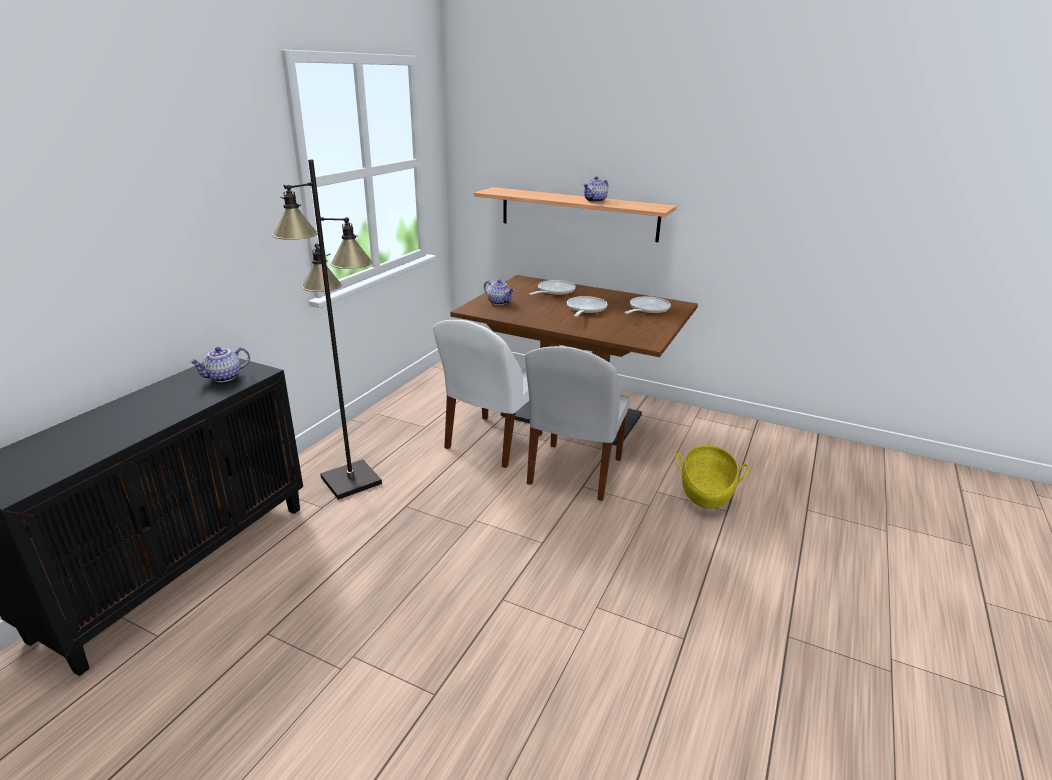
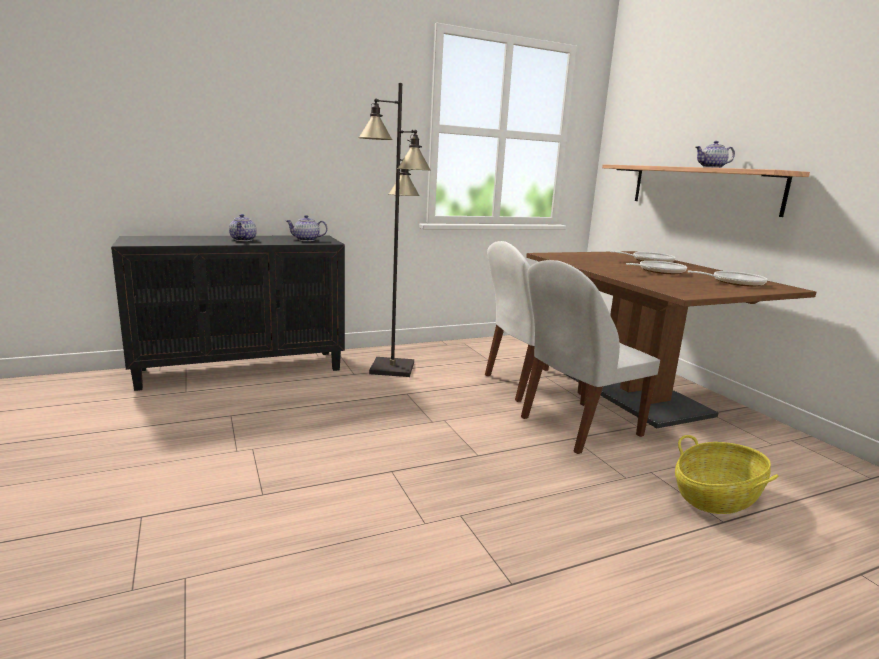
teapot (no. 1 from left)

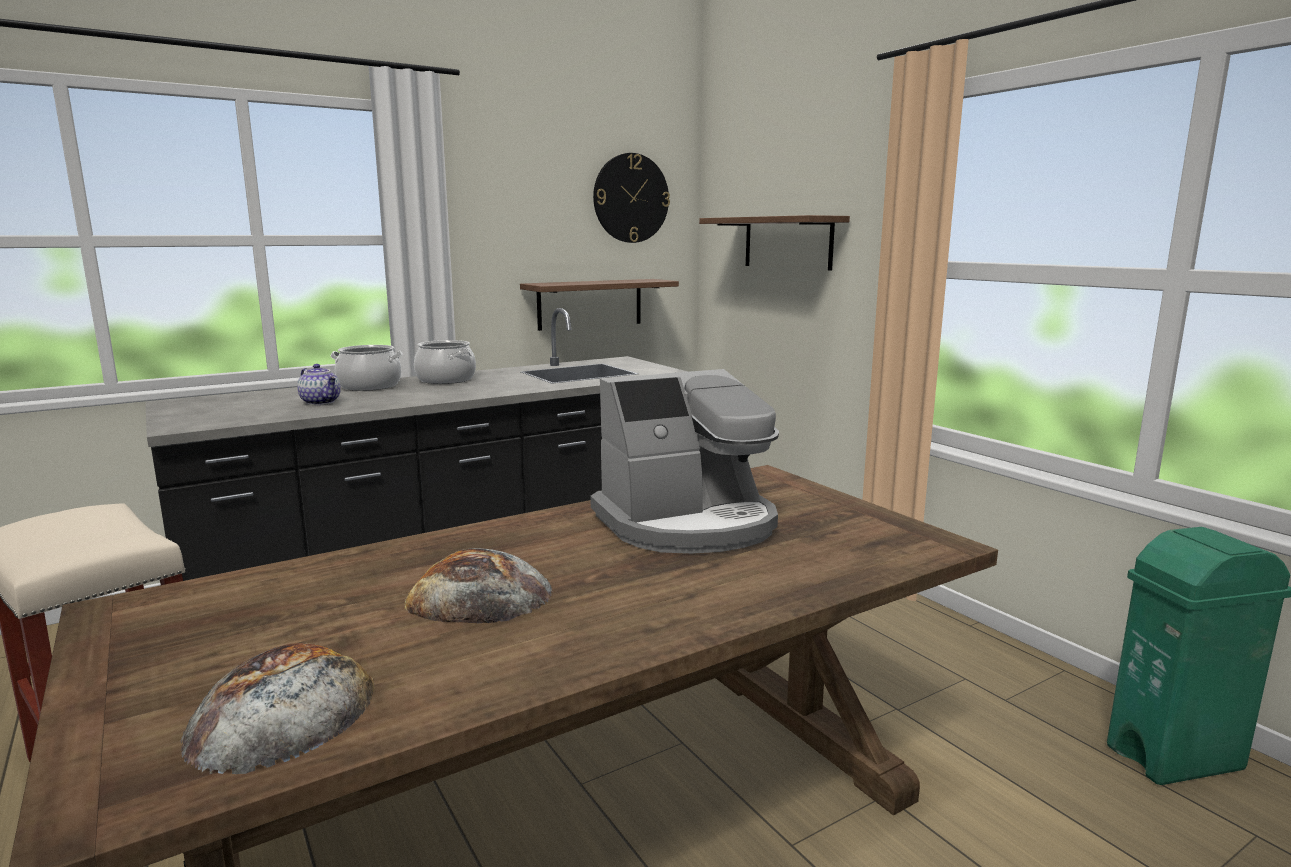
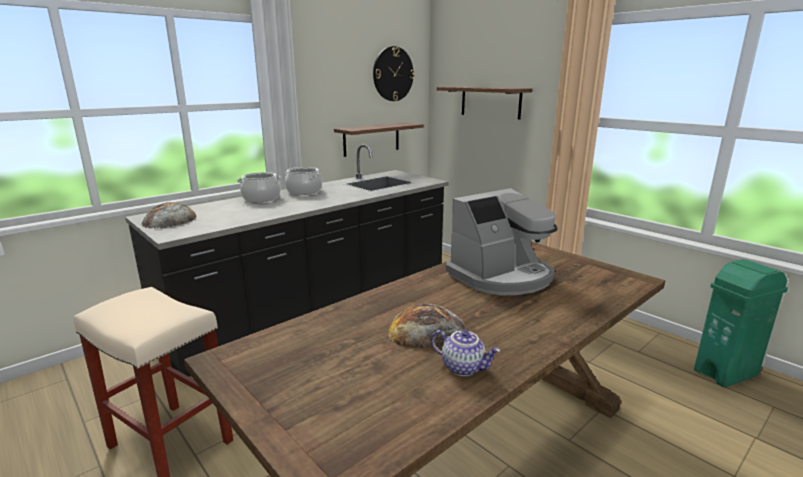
bread (no. 1 from left); teapot

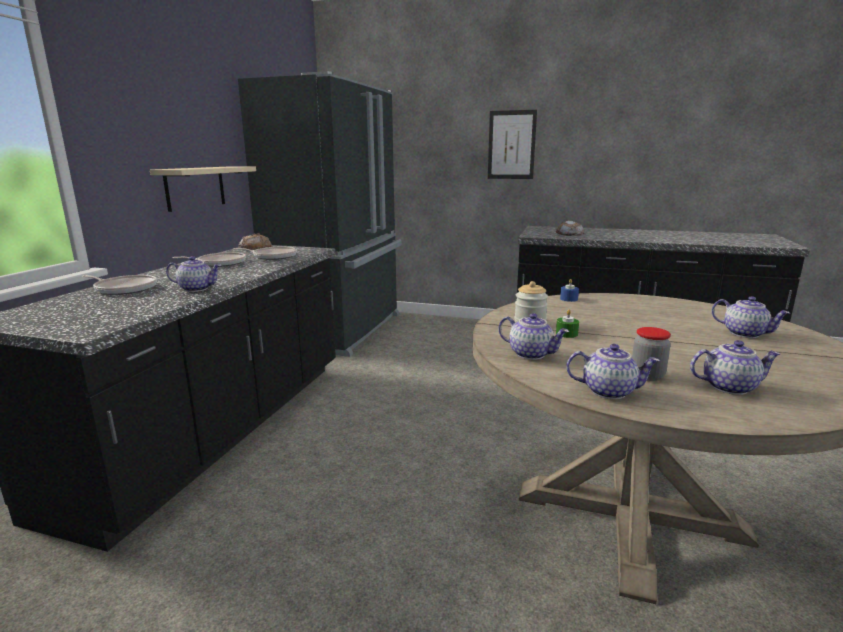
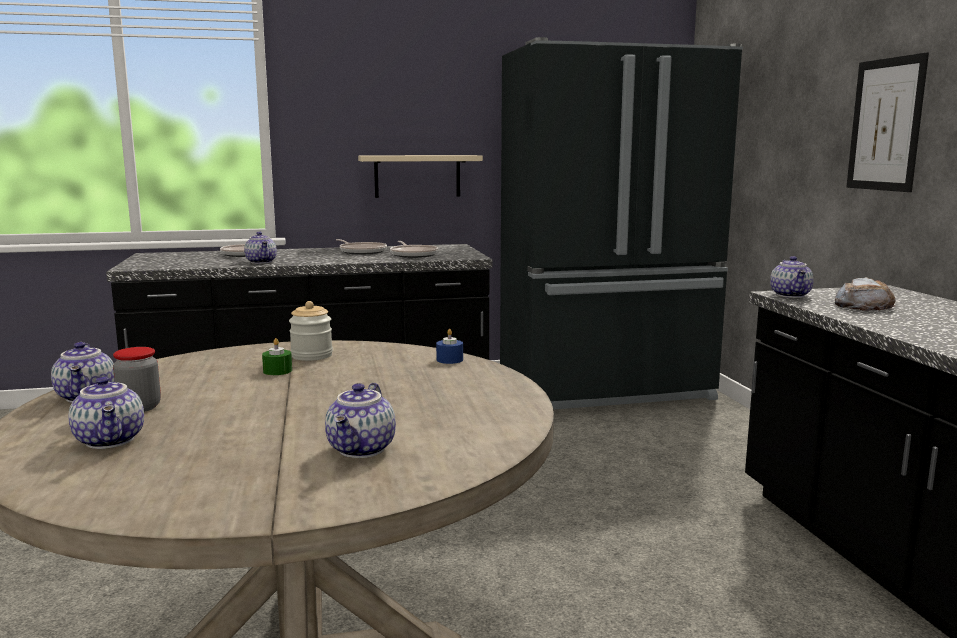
bread (no. 1 from left in the first image); teapot (no. 5 from left)

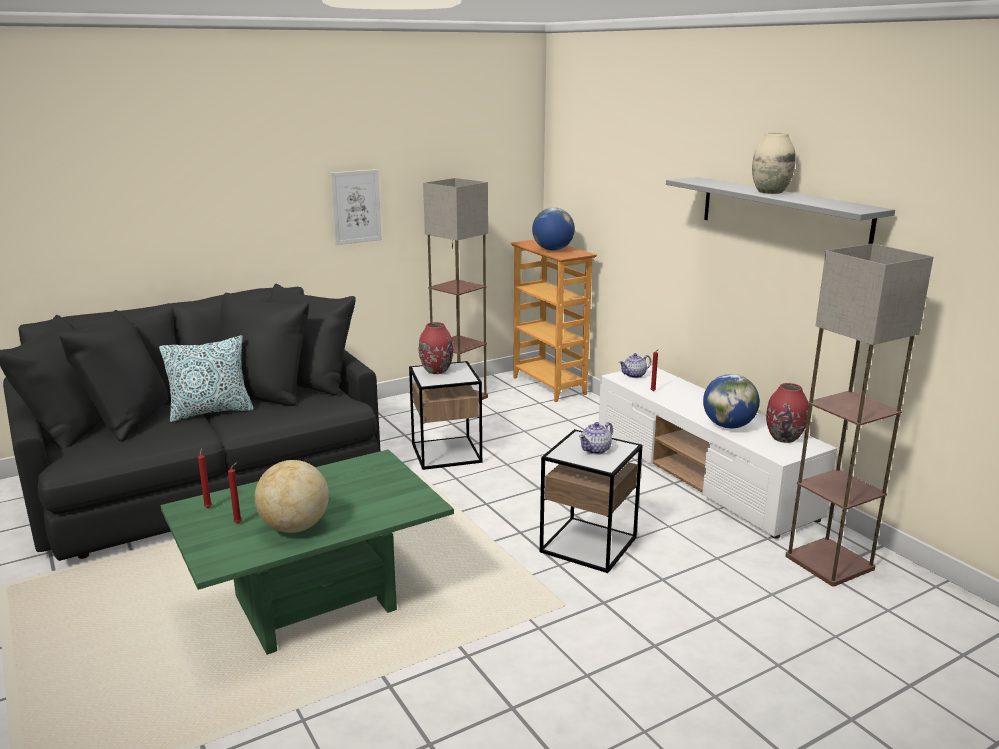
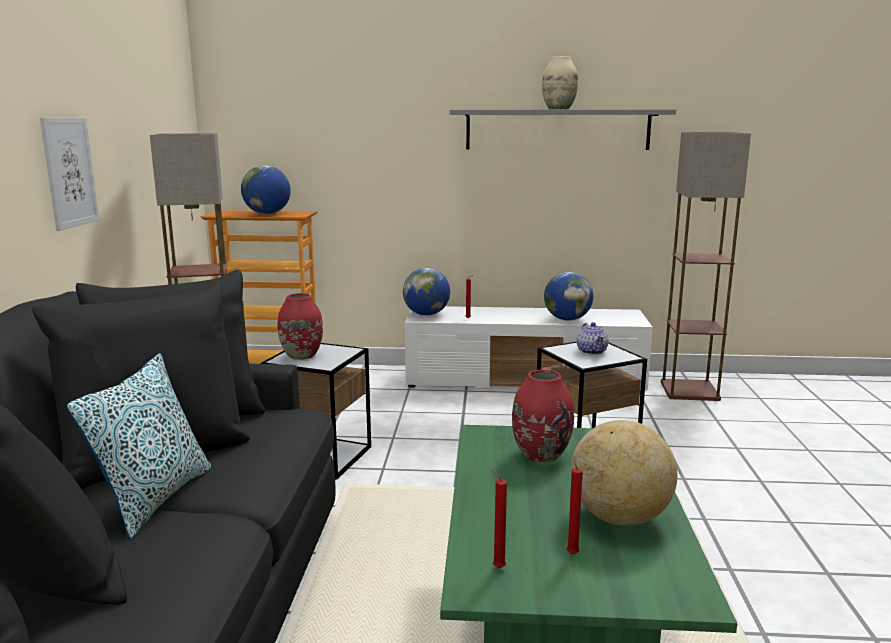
red vase (no. 2 from left); globe (no. 2 from left)

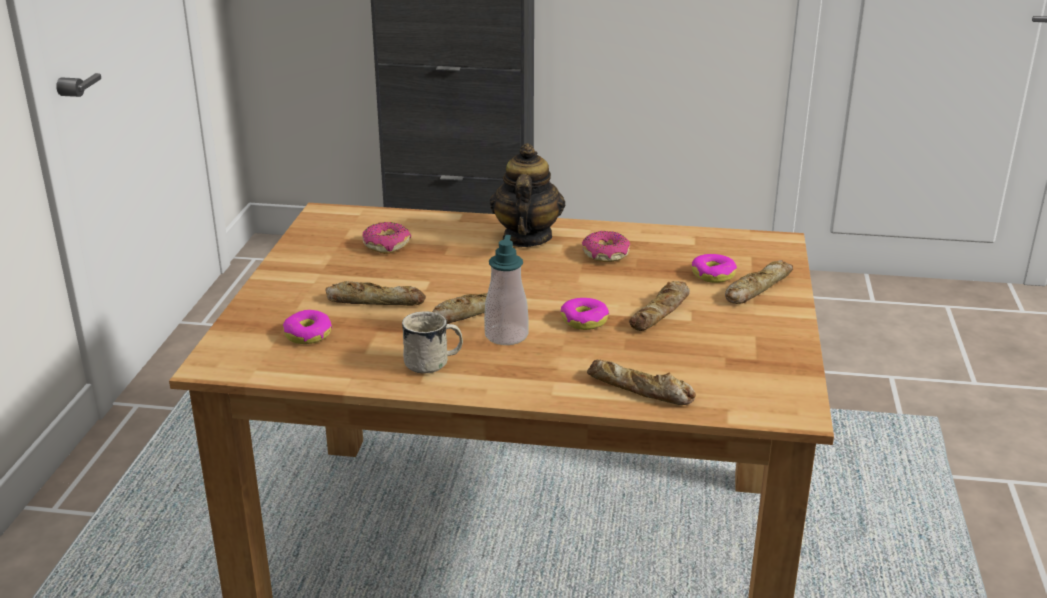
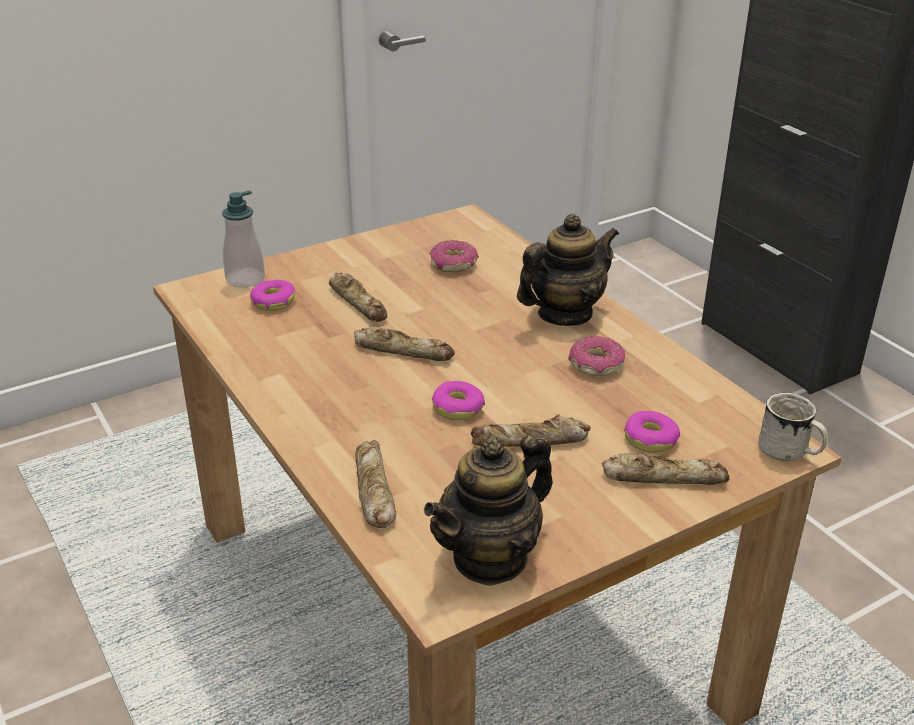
teapot (no. 1 from left); white mug; soap dispenser

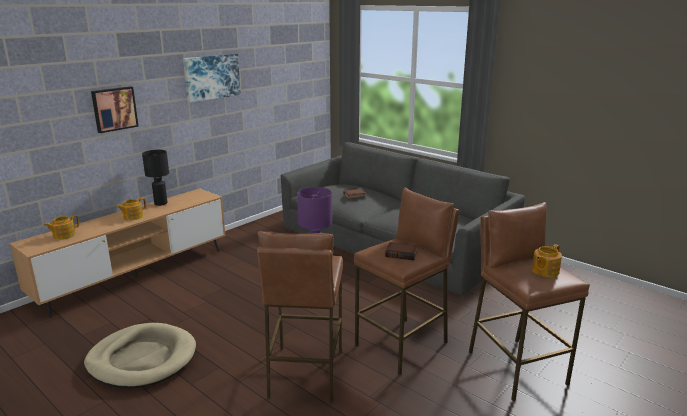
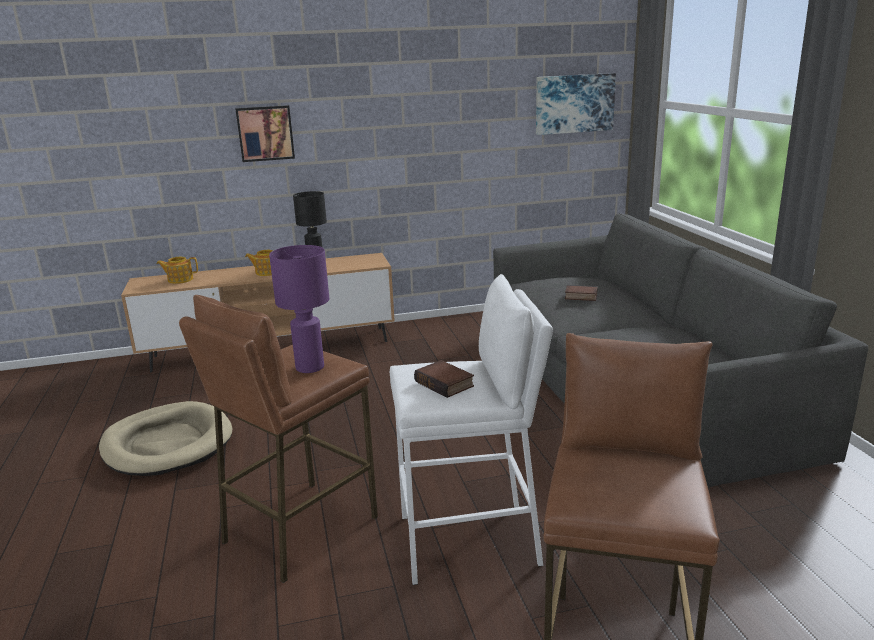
teapot (no. 3 from left in the first image); picture (no. 2 from left); white stool

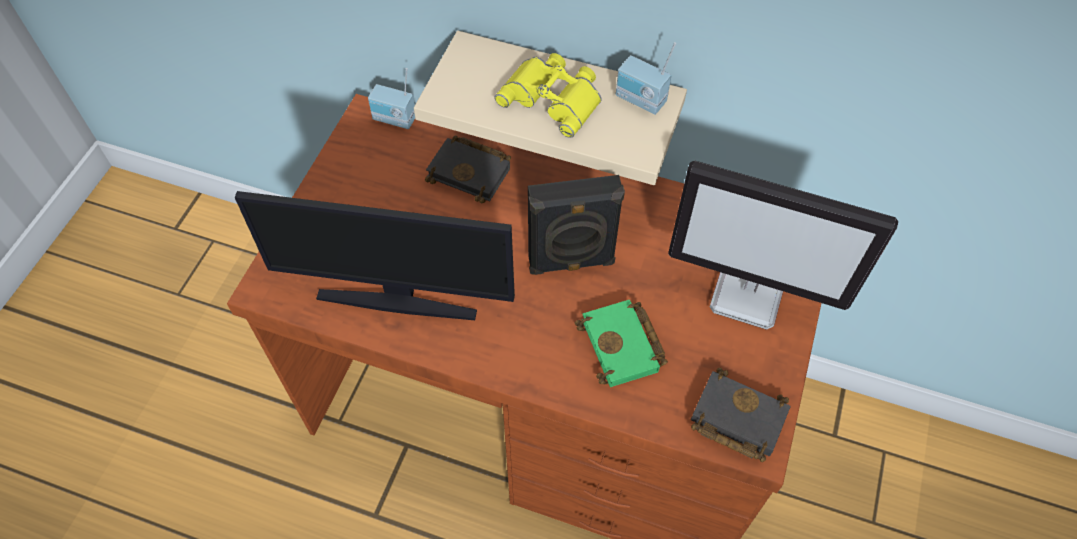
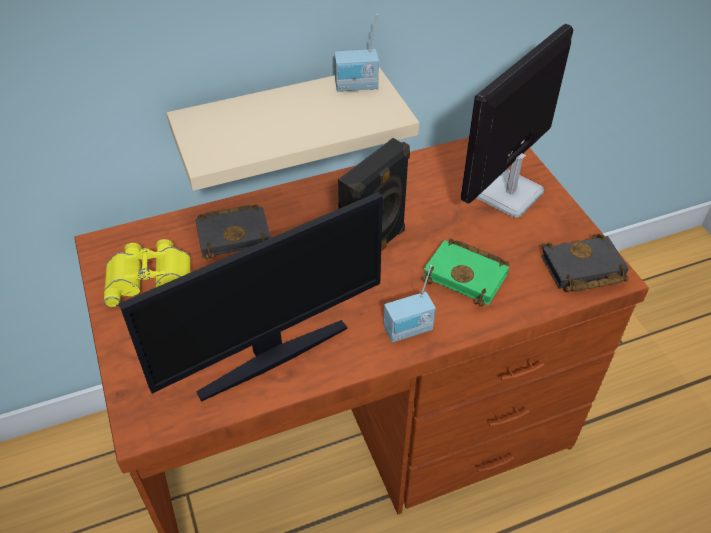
radio (no. 2 from left); yellow binoculars; monitor (no. 2 from left)

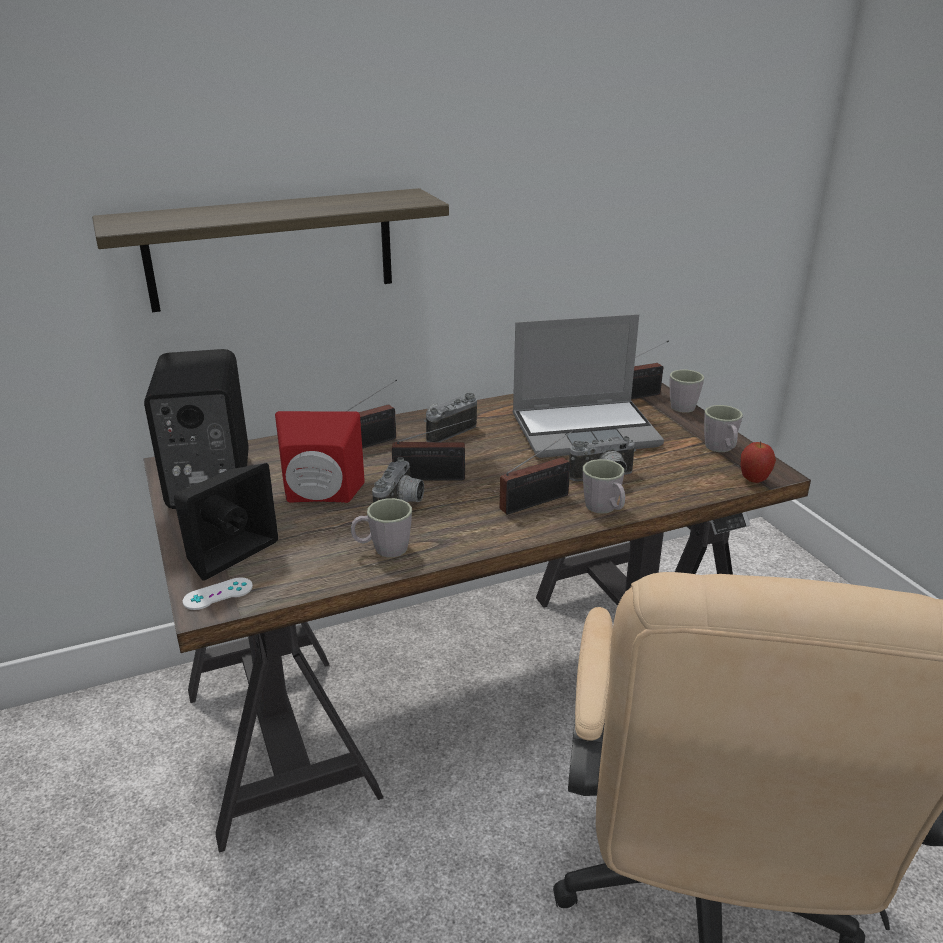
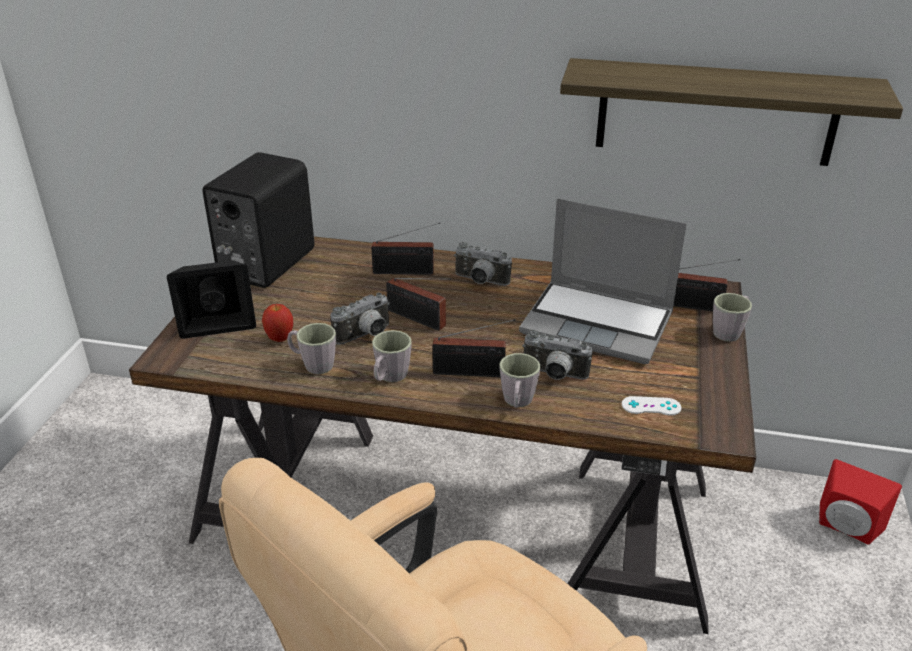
shelf; white game controller; red speaker; grey mug (no. 2 from left); apple; photo camera (no. 2 from left)

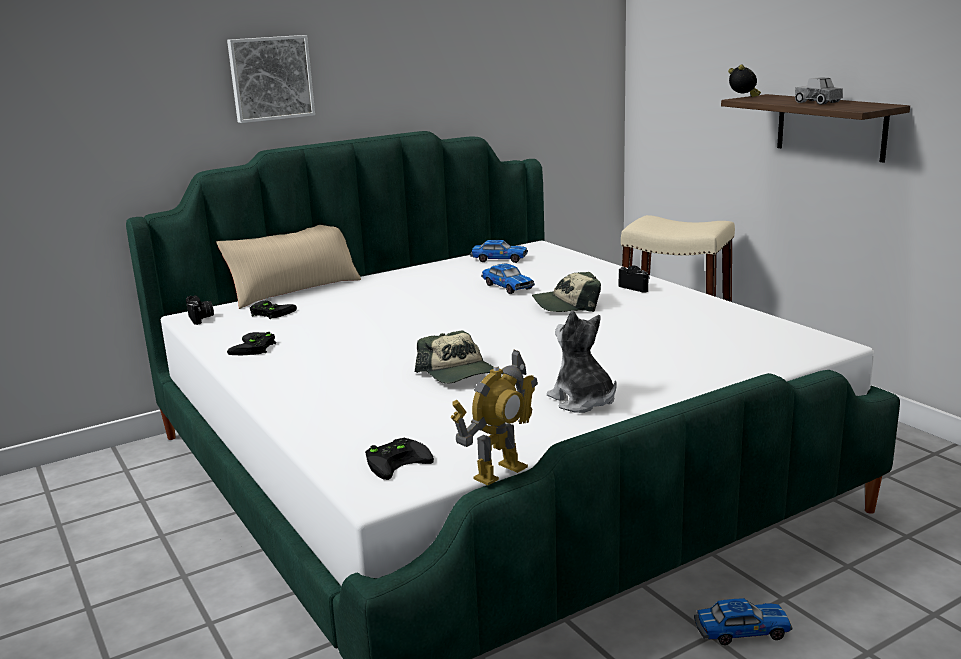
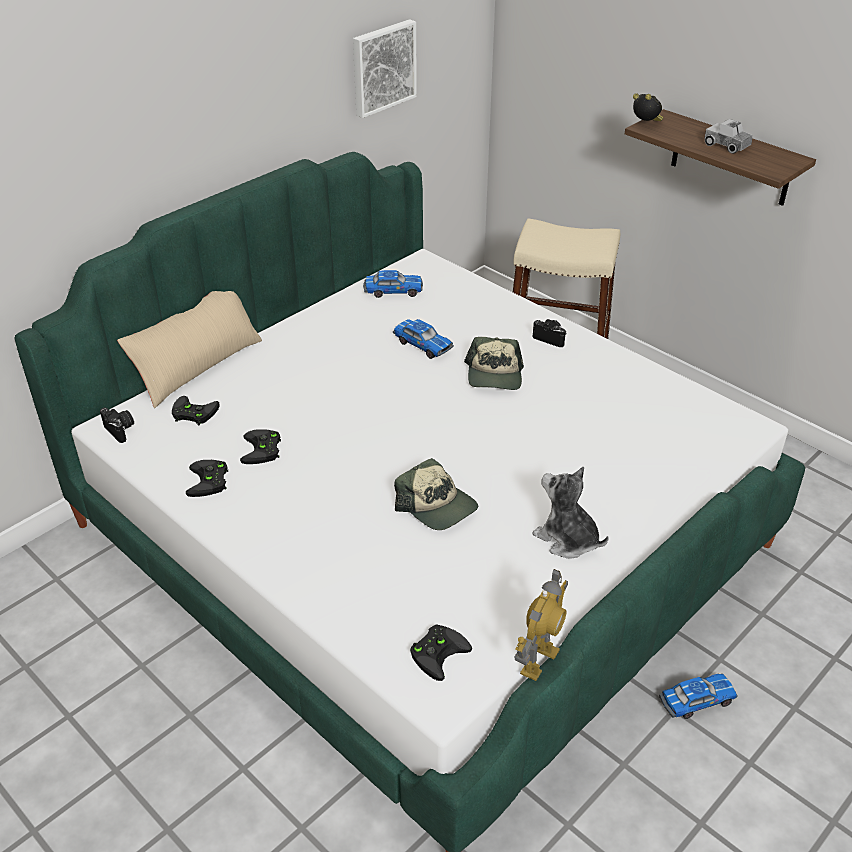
black game controller (no. 3 from left); picture; cap (no. 2 from left)

